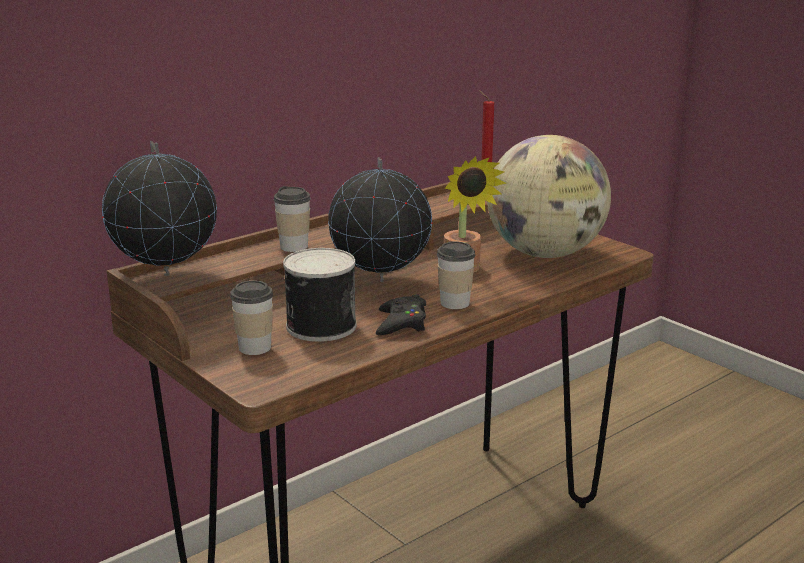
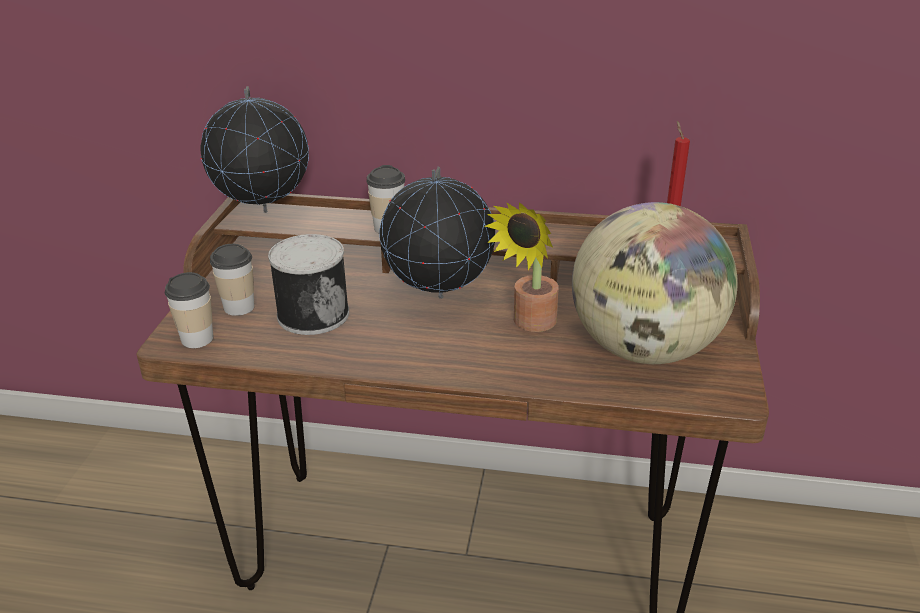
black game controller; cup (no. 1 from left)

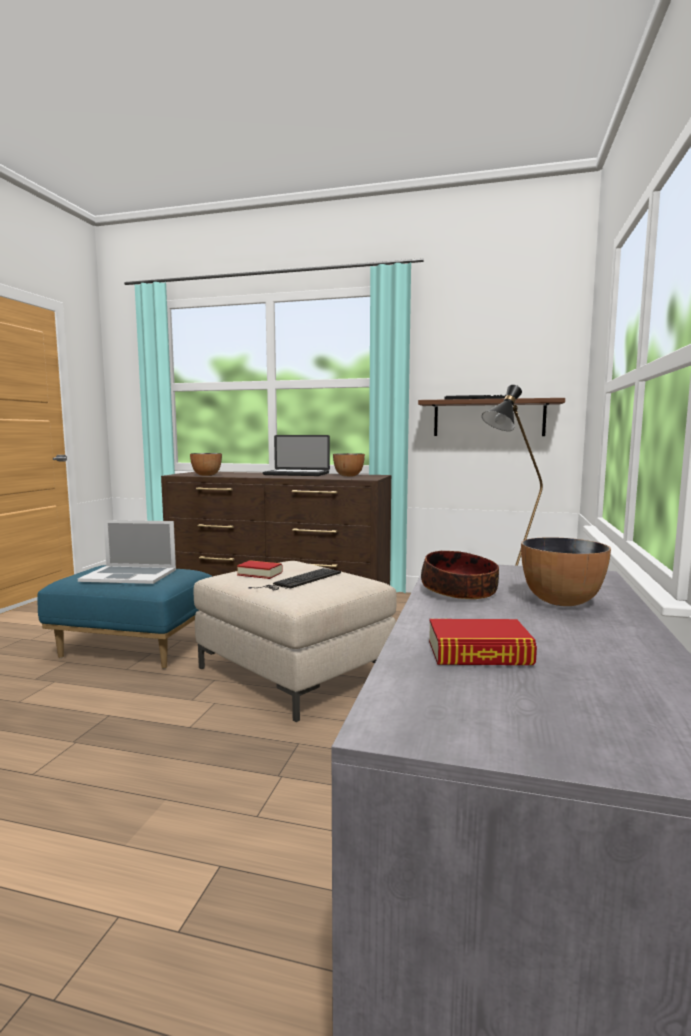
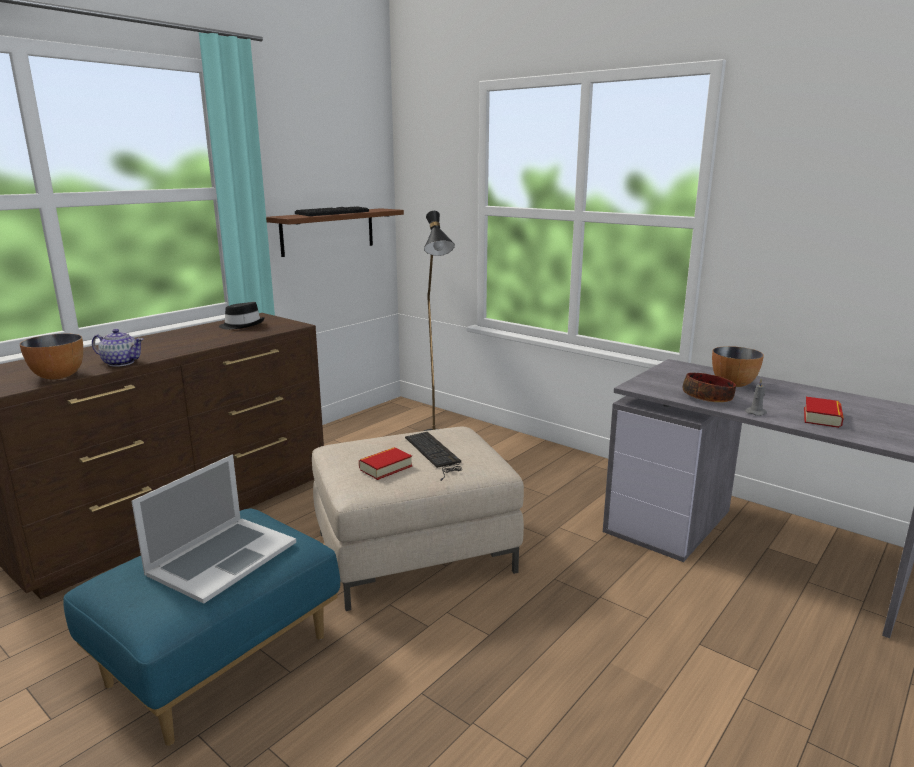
laptop (no. 2 from left in the first image); teapot; grey candle; black hat

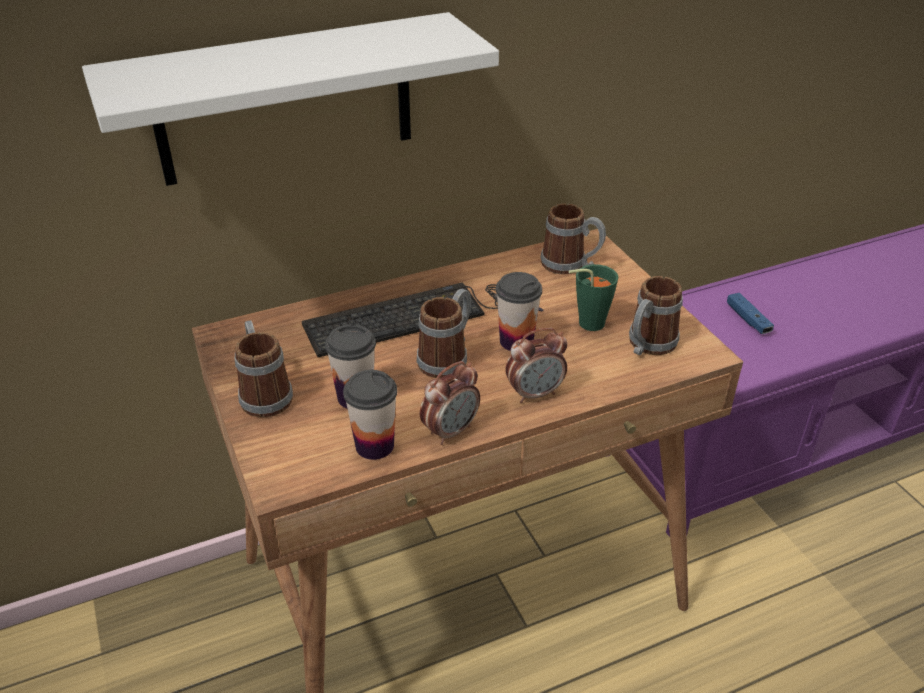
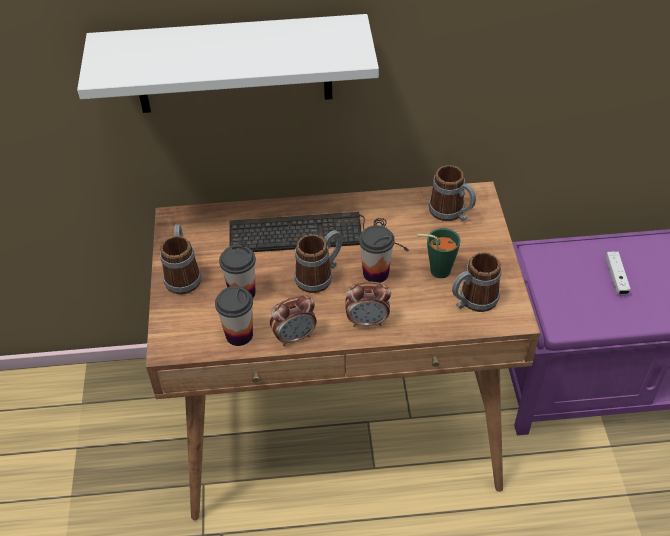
white game controller

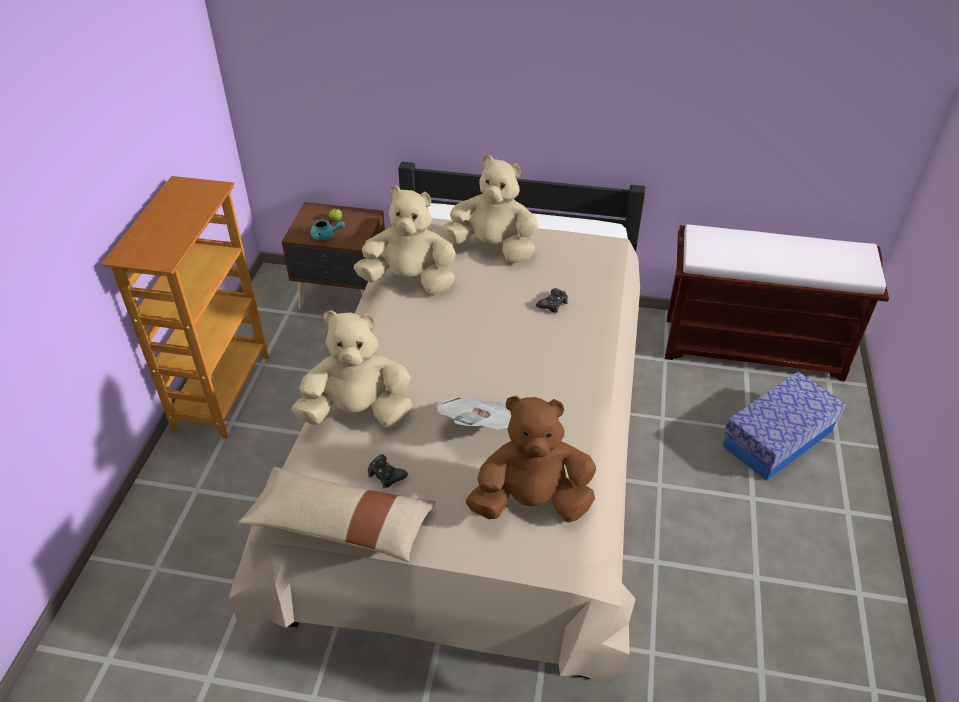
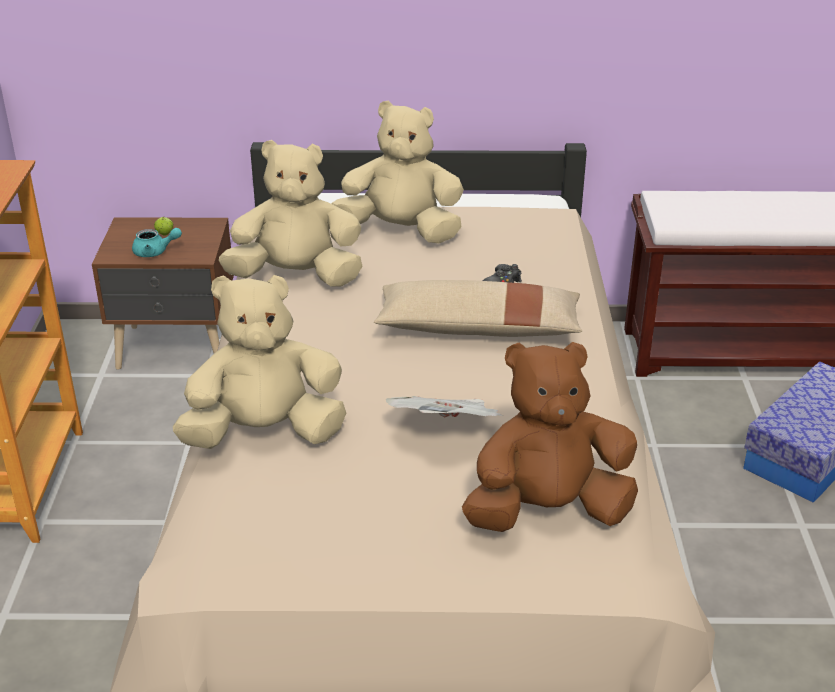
black game controller (no. 1 from left in the first image); beige pillow

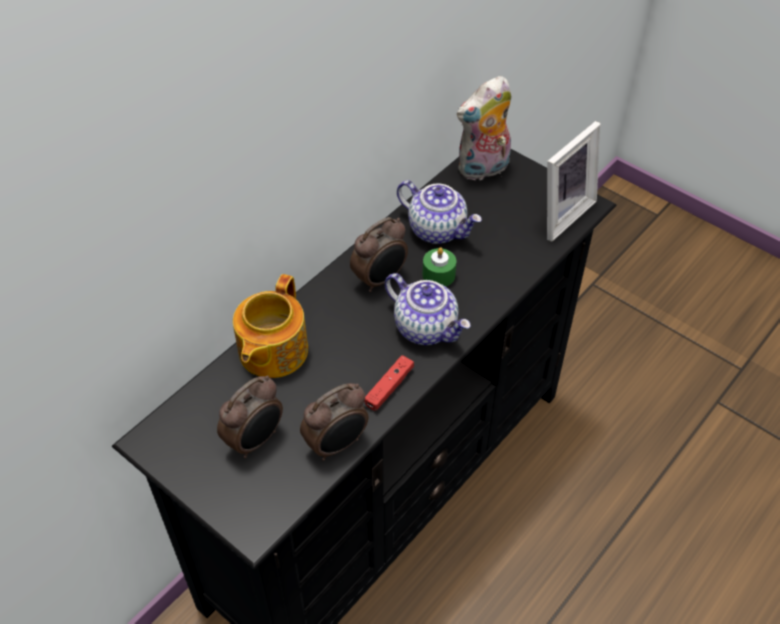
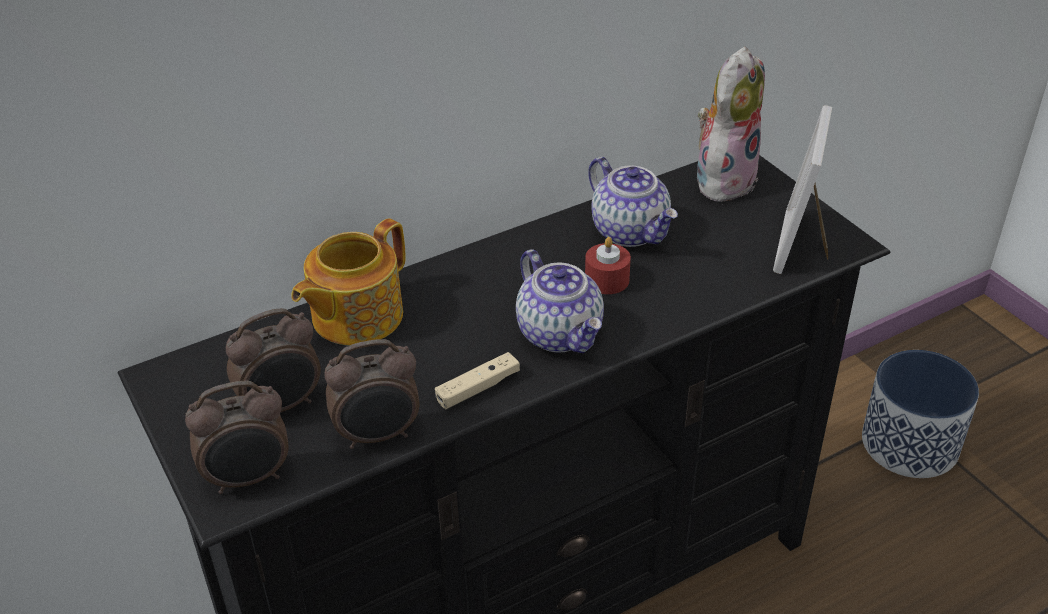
planter; alarm clock (no. 1 from left); beige game controller; red candle; plush toy; picture frame

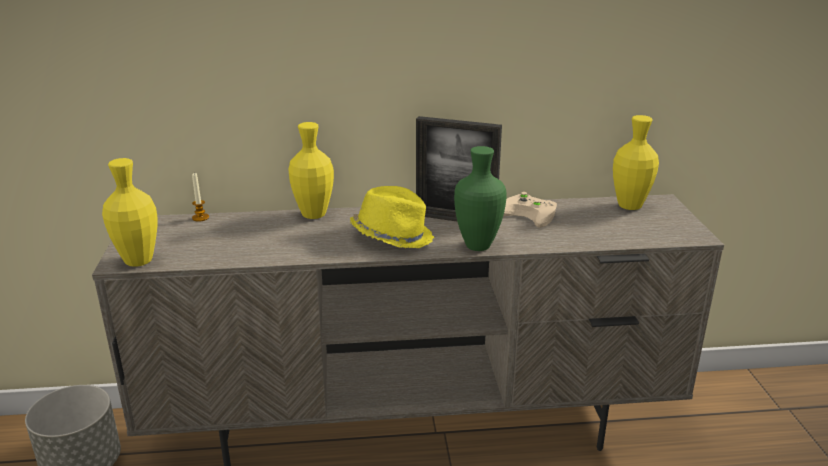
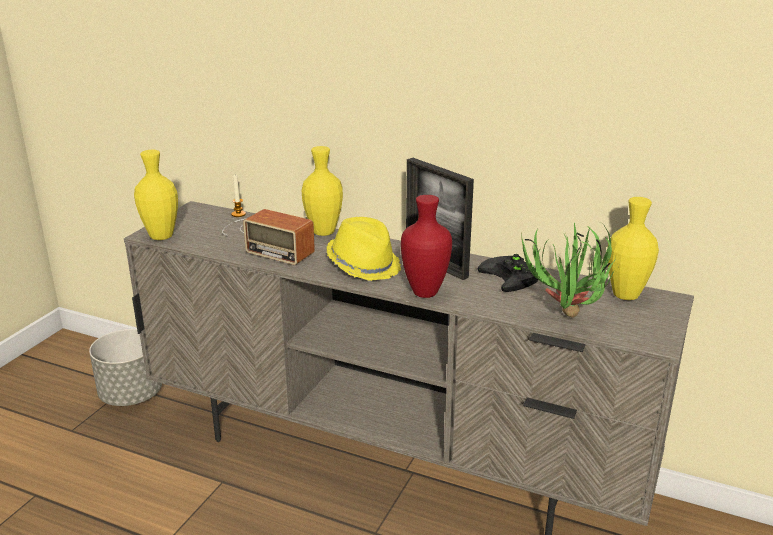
radio; potted plant; red vase; black game controller

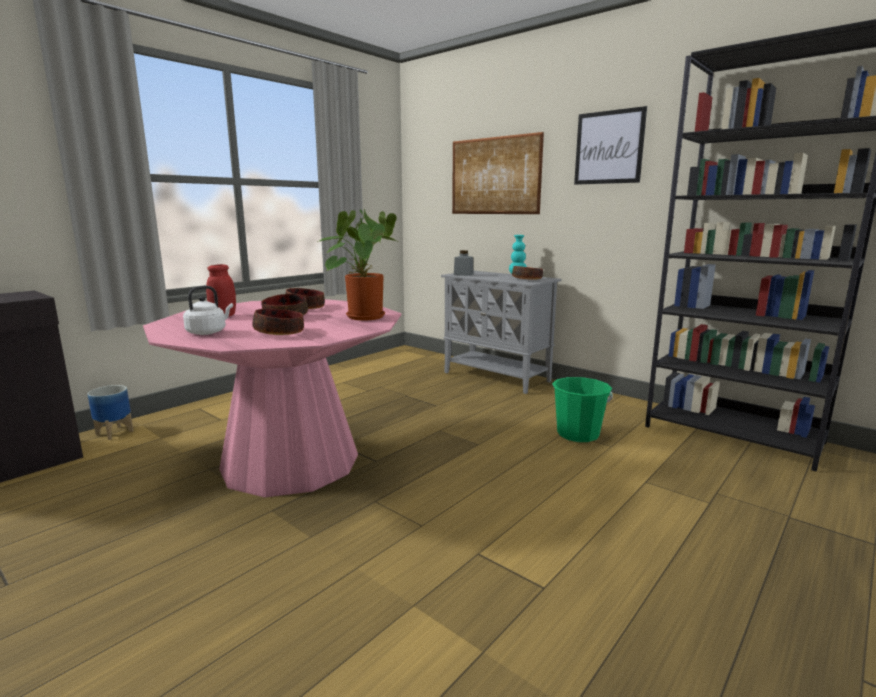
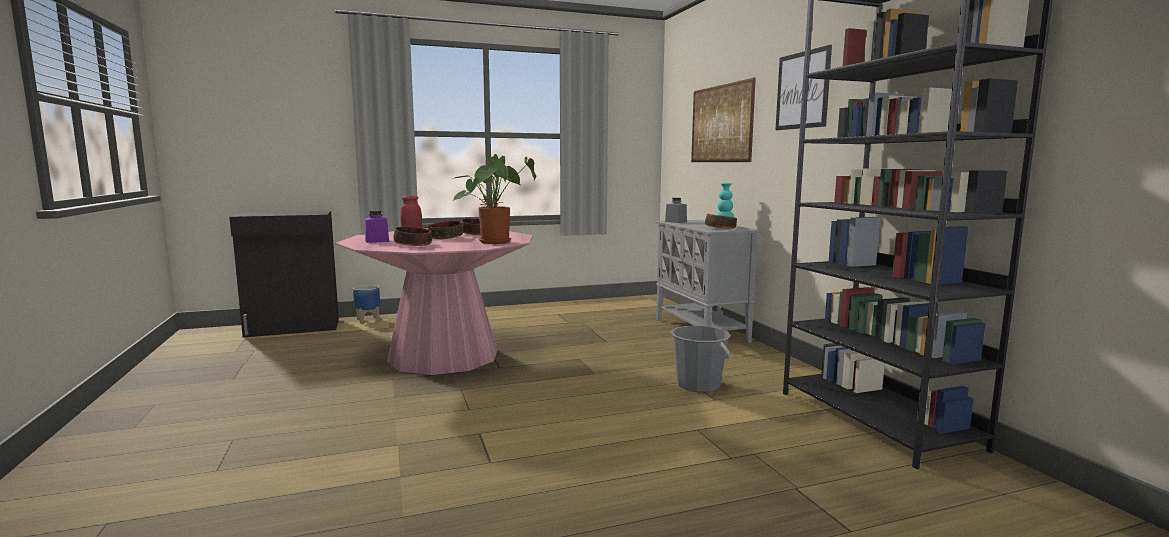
purple jar; grey bucket

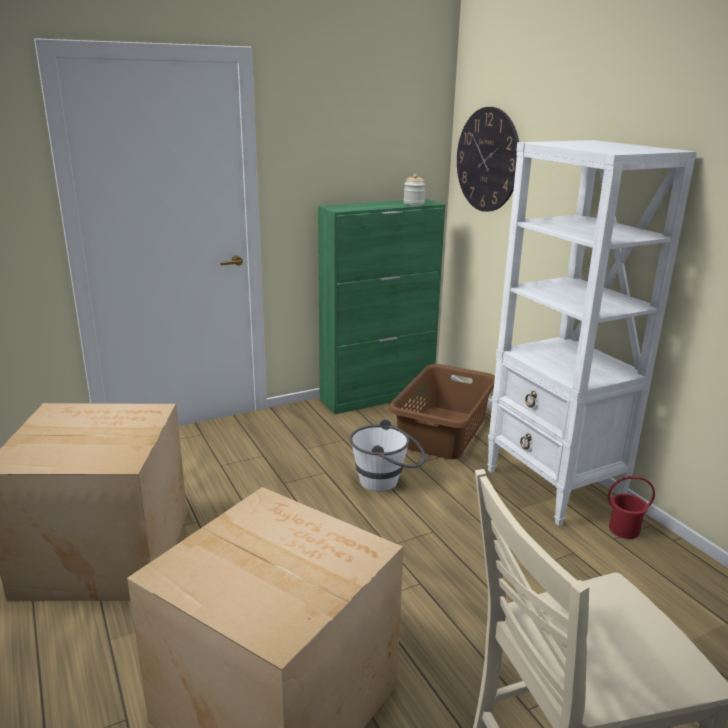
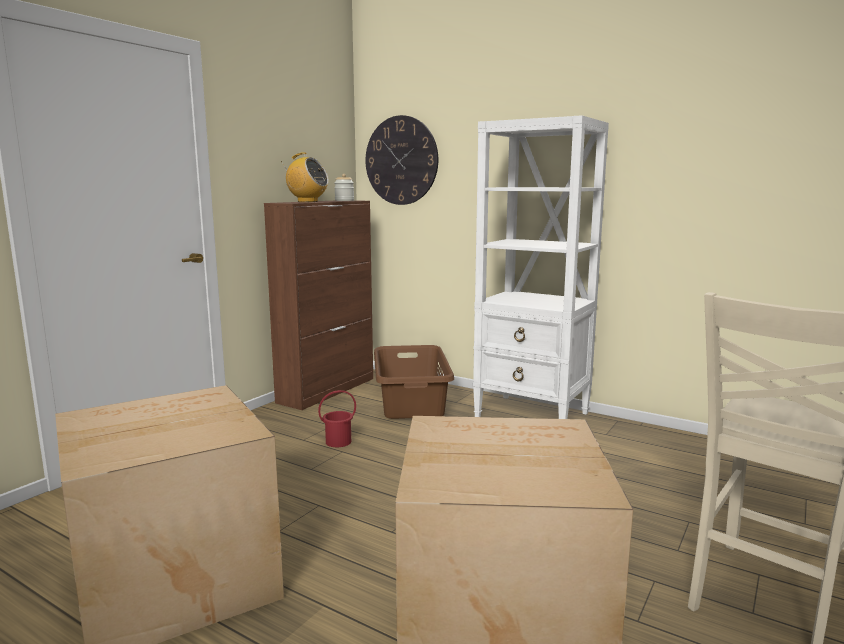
white bucket; radio; red bucket; brown cabinet

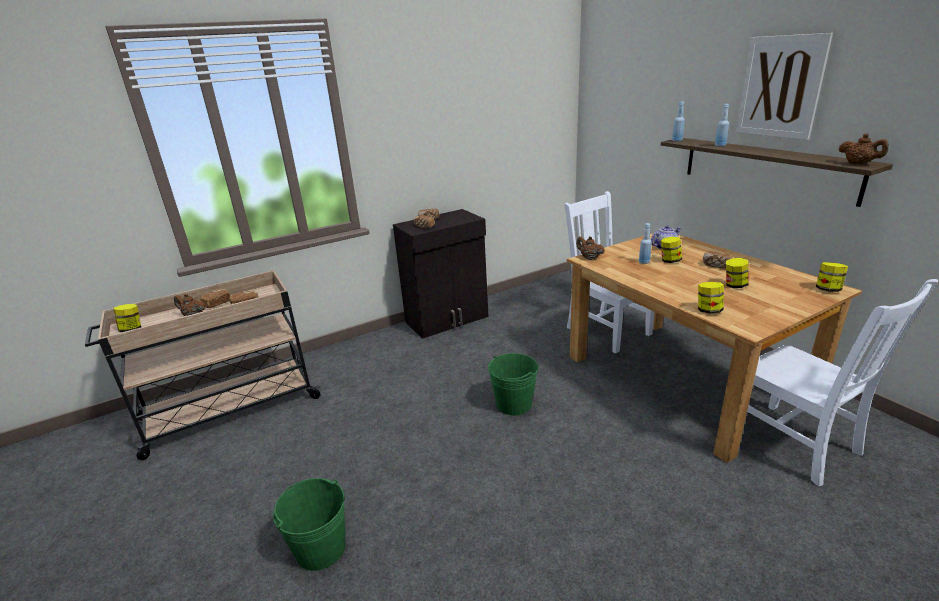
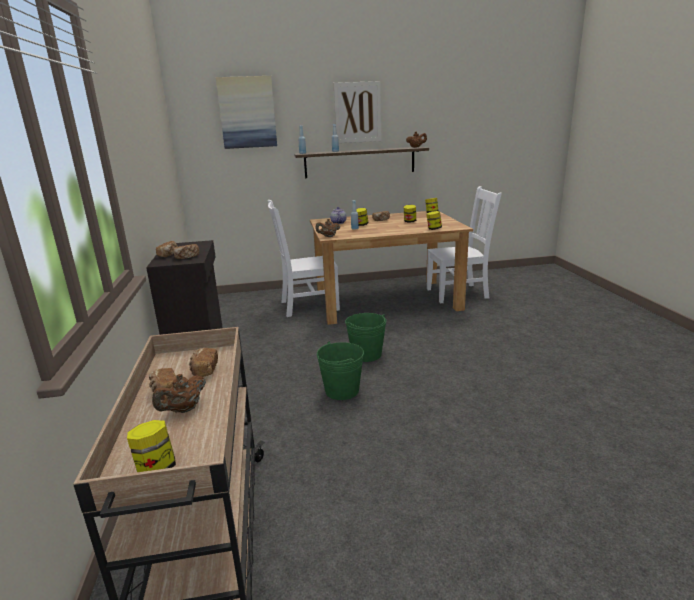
picture (no. 1 from left); green bucket (no. 1 from left)

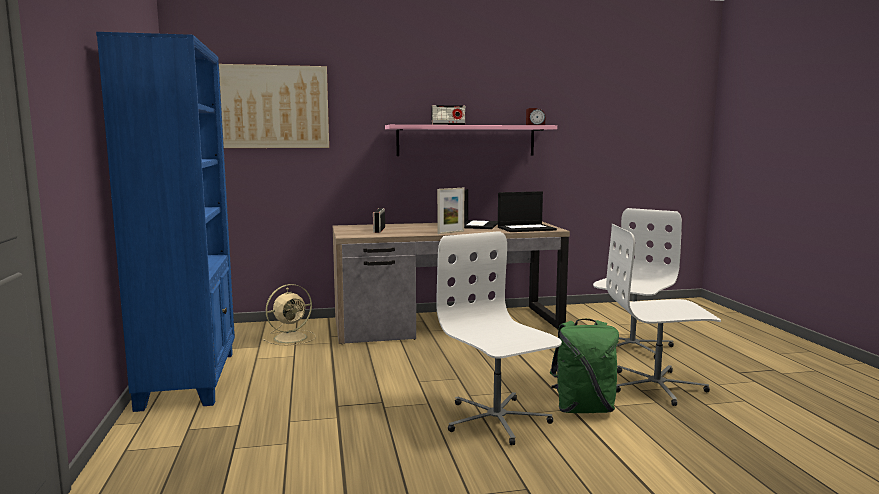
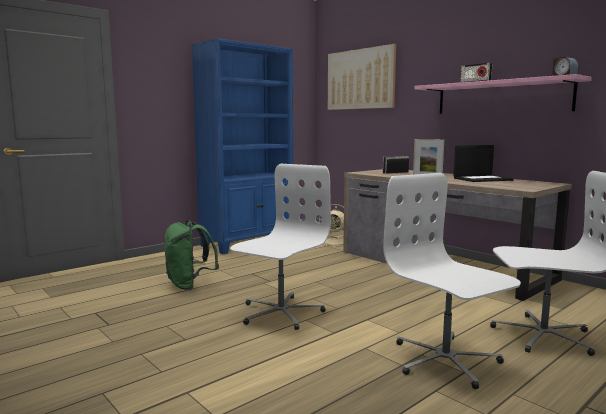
laptop (no. 2 from left in the first image); green backpack

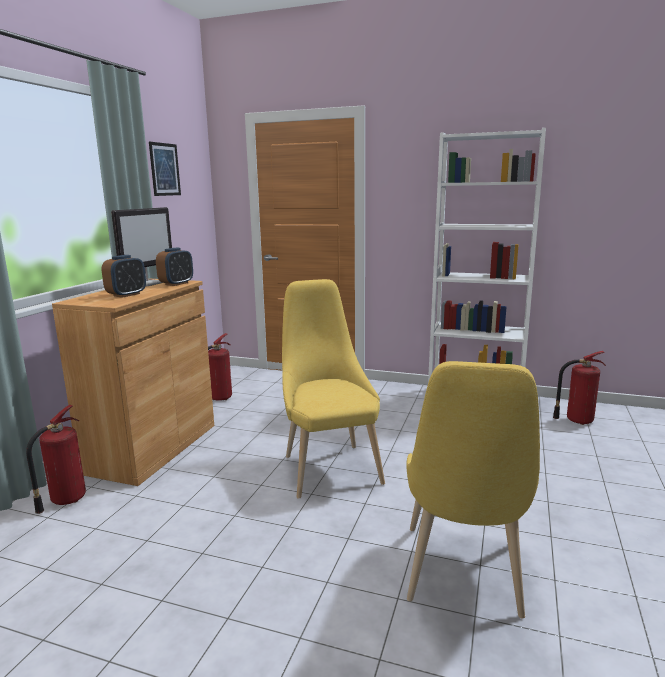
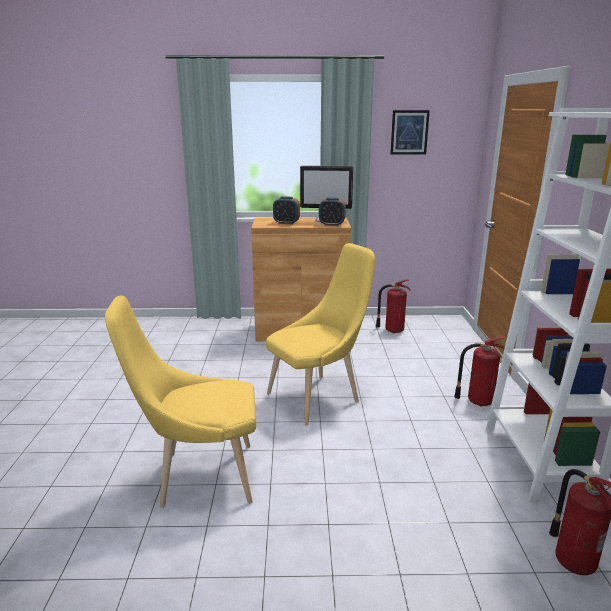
fire extinguisher (no. 2 from left)

